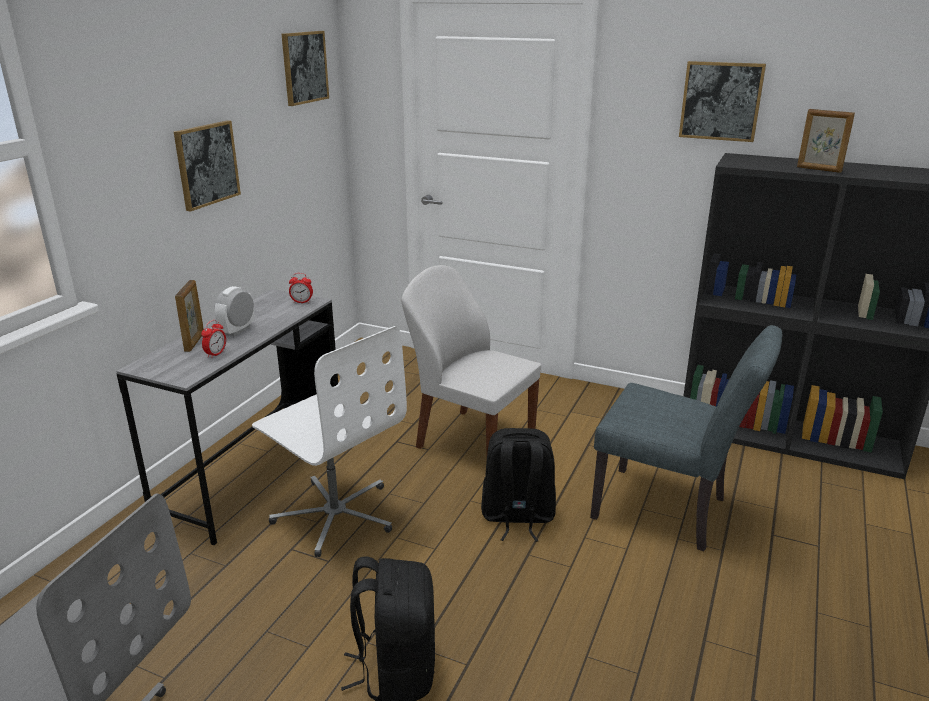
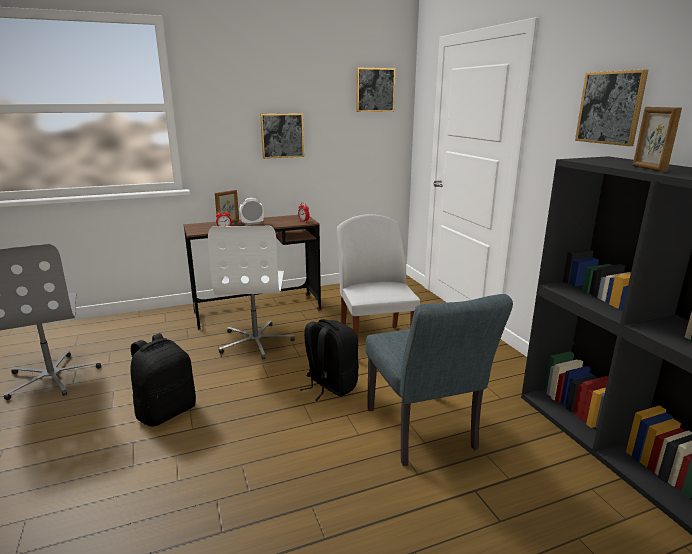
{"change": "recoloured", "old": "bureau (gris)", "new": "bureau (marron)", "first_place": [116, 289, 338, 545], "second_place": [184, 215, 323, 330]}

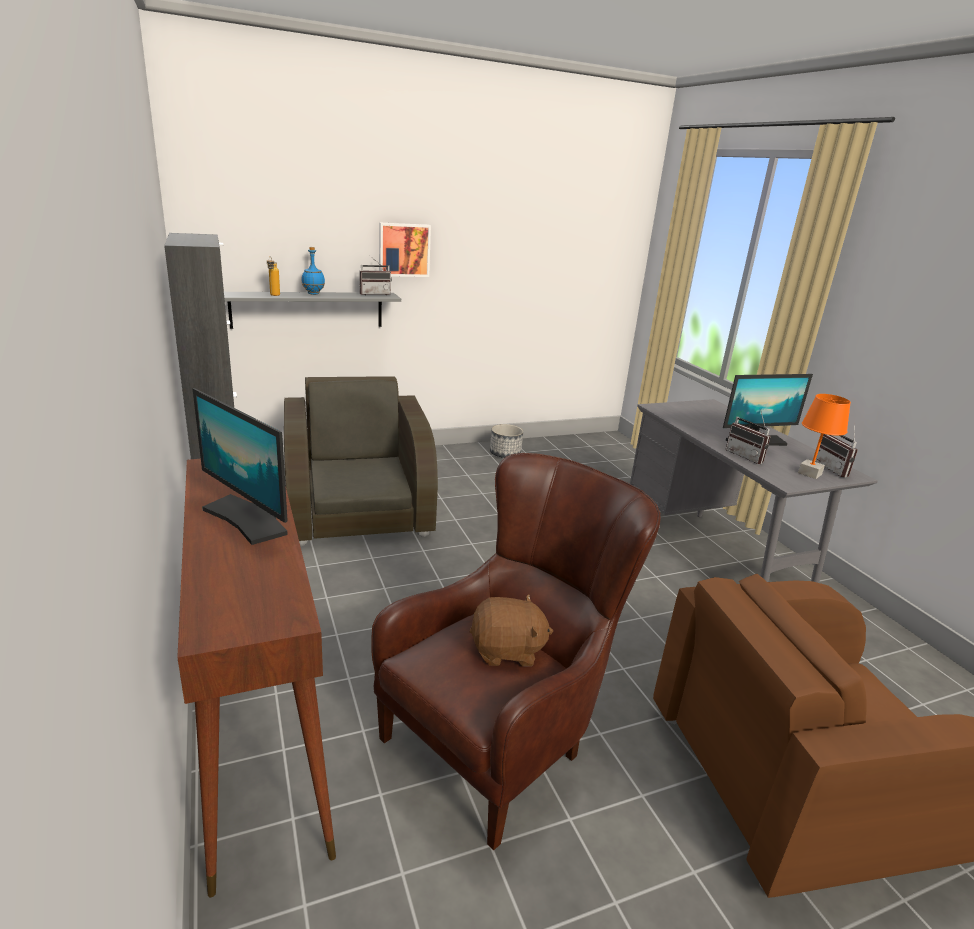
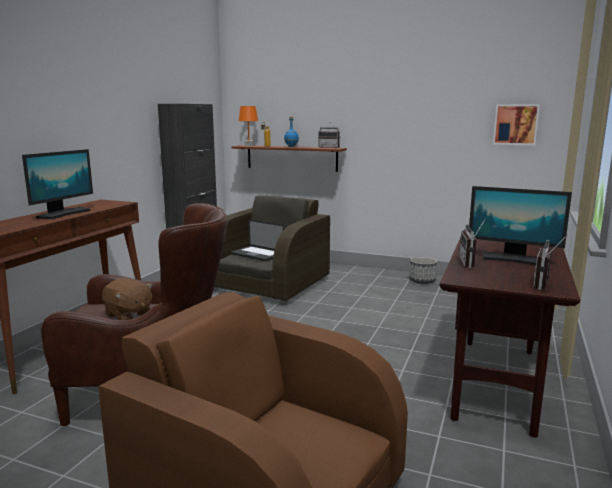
{"change": "turned", "old": "écran d'ordinateur", "first_place": [193, 388, 288, 545], "second_place": [22, 149, 93, 219], "degrees": -150}
{"change": "recoloured", "old": "étagère (gris)", "new": "étagère (marron)", "first_place": [224, 292, 401, 329], "second_place": [231, 145, 347, 172]}
{"change": "moved", "old": "tableau", "first_place": [379, 222, 431, 277], "second_place": [493, 104, 540, 145]}
{"change": "recoloured", "old": "bureau (gris)", "new": "bureau (marron)", "first_place": [630, 399, 878, 583], "second_place": [439, 229, 580, 438]}
{"change": "moved", "old": "lampe de table (orange)", "first_place": [798, 394, 851, 479], "second_place": [238, 106, 258, 146]}
{"change": "added", "new": "ordinateur portable", "second_place": [231, 220, 284, 261]}

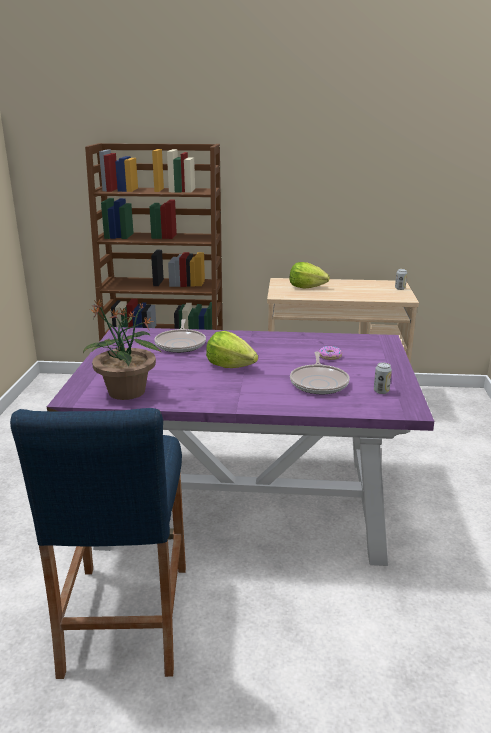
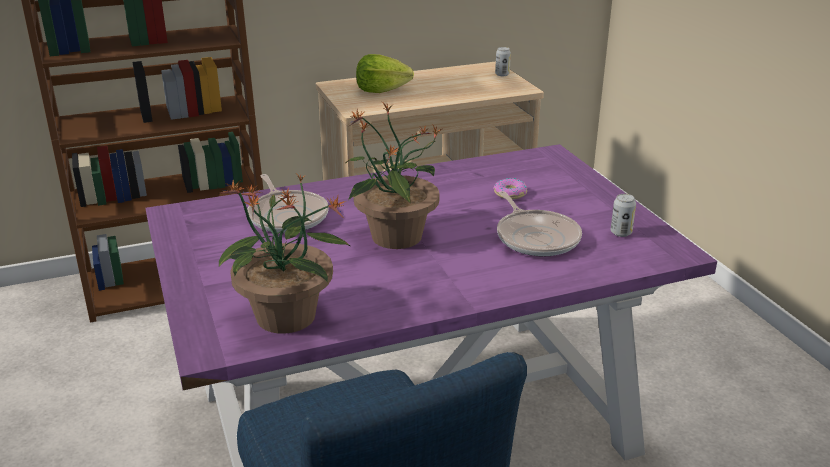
{"change": "replaced", "old": "laitue", "new": "plante en pot", "first_place": [206, 331, 258, 368], "second_place": [345, 102, 442, 249]}

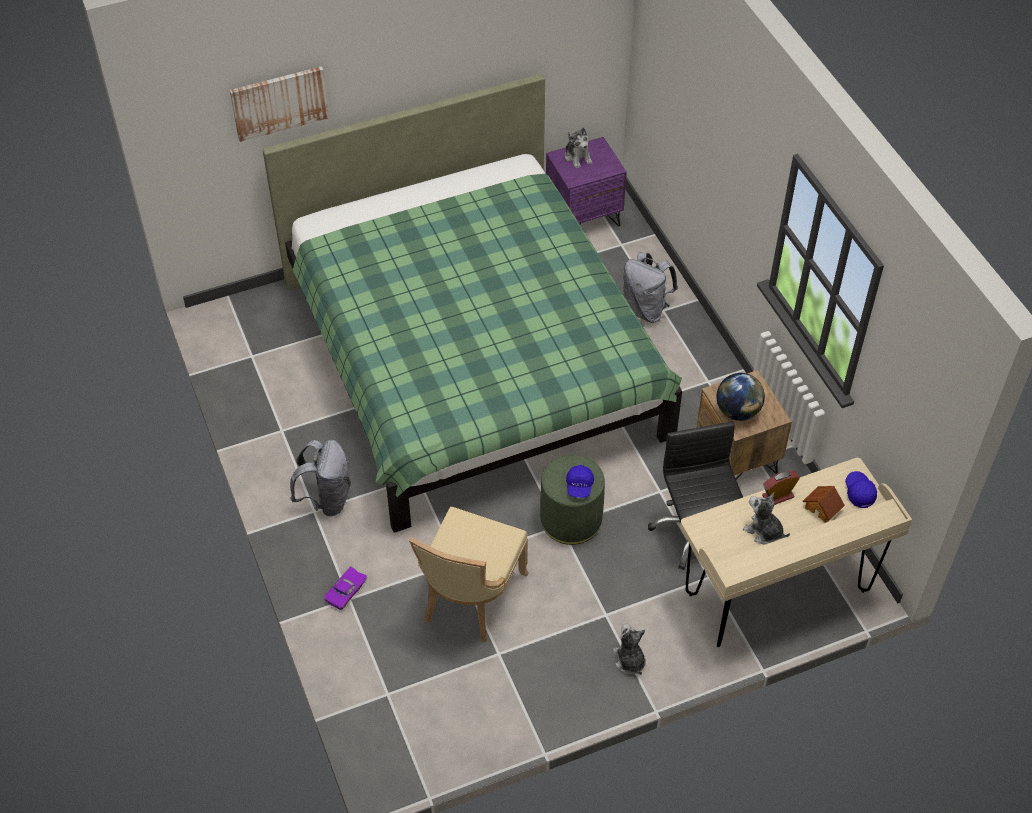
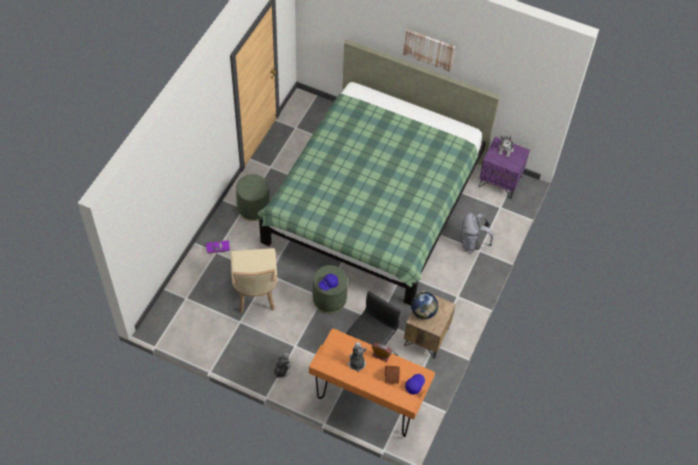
{"change": "moved", "old": "tableau", "first_place": [230, 66, 329, 142], "second_place": [403, 29, 455, 72]}
{"change": "replaced", "old": "sac à dos (gris)", "new": "pouf (vert)", "first_place": [290, 440, 351, 516], "second_place": [236, 174, 270, 221]}
{"change": "turned", "old": "chaise (beige)", "first_place": [409, 507, 529, 643], "second_place": [231, 248, 278, 313], "degrees": -75}
{"change": "recoloured", "old": "bureau (beige)", "new": "bureau (orange)", "first_place": [680, 458, 912, 647], "second_place": [309, 329, 435, 437]}

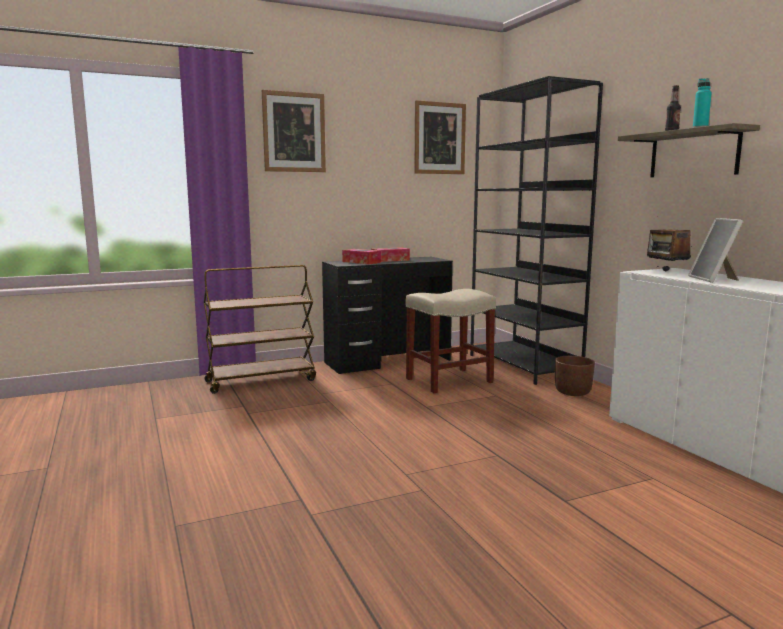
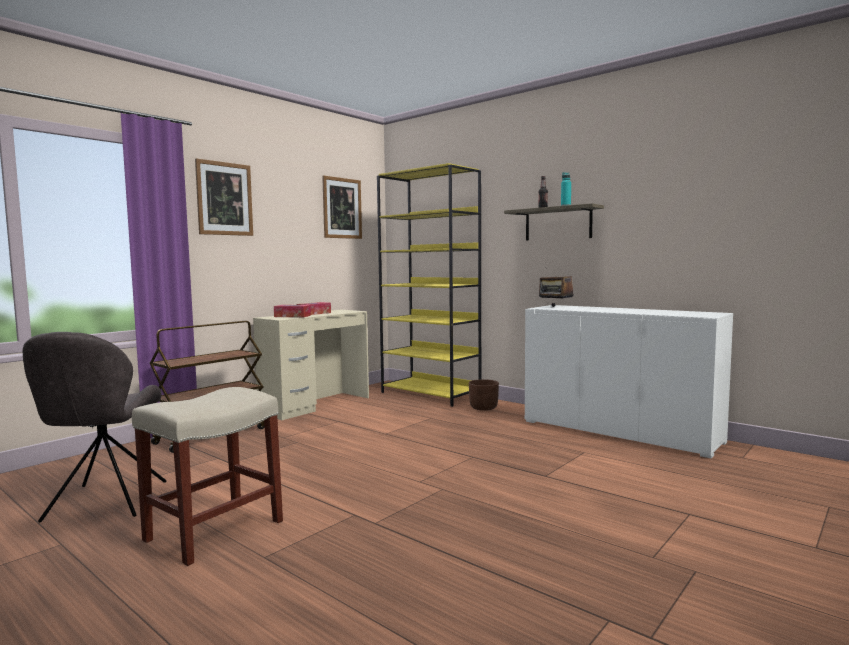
{"change": "recoloured", "old": "bureau (noir)", "new": "bureau (beige)", "first_place": [322, 257, 453, 374], "second_place": [253, 310, 369, 420]}
{"change": "moved", "old": "tabouret (beige)", "first_place": [406, 289, 496, 393], "second_place": [132, 387, 283, 566]}
{"change": "recoloured", "old": "bibliothèque (noir)", "new": "bibliothèque (jaune)", "first_place": [470, 76, 603, 385], "second_place": [377, 163, 481, 407]}
{"change": "removed", "old": "cadre photo", "first_place": [688, 218, 743, 283]}
{"change": "added", "new": "chaise (gris)", "second_place": [23, 332, 166, 522]}

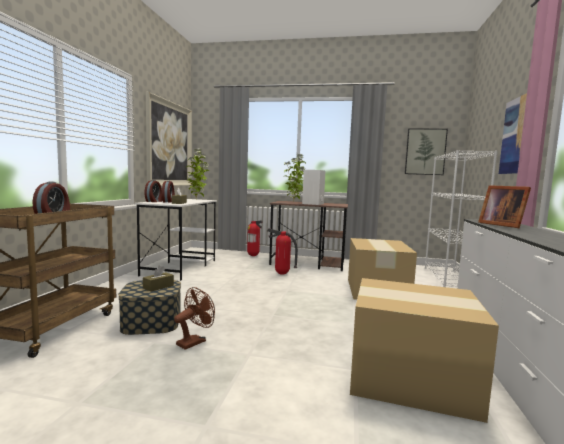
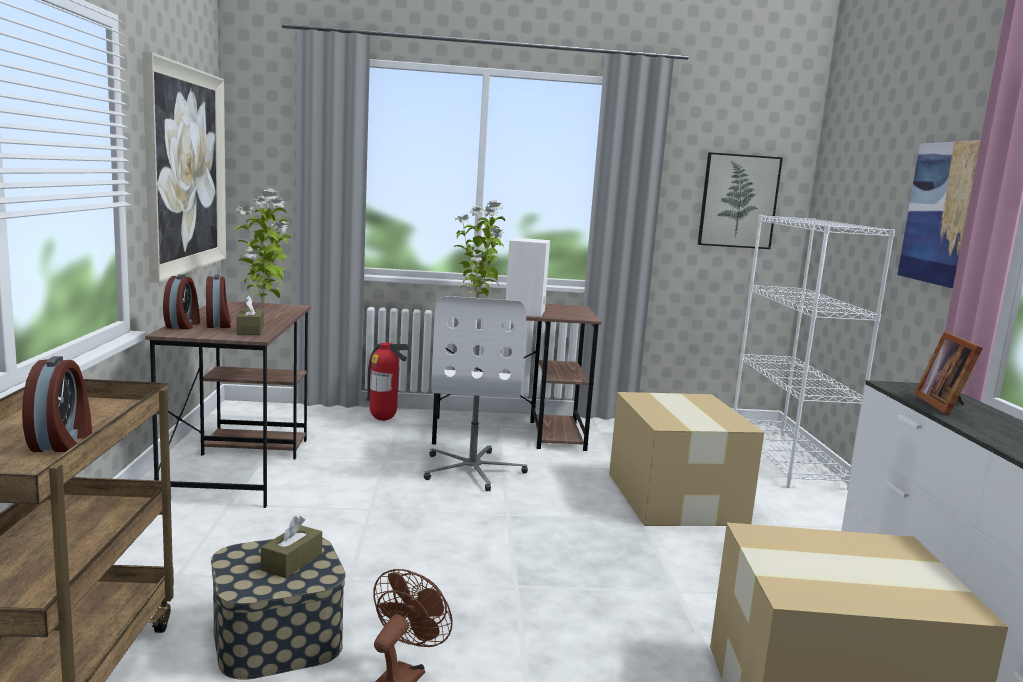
{"change": "recoloured", "old": "bureau (blanc)", "new": "bureau (marron)", "first_place": [135, 199, 217, 281], "second_place": [145, 301, 311, 508]}
{"change": "replaced", "old": "extincteur", "new": "chaise de bureau (blanc)", "first_place": [267, 228, 298, 275], "second_place": [424, 296, 528, 491]}
{"change": "turned", "old": "cadre photo", "first_place": [478, 185, 531, 228], "second_place": [914, 331, 983, 415], "degrees": 45}

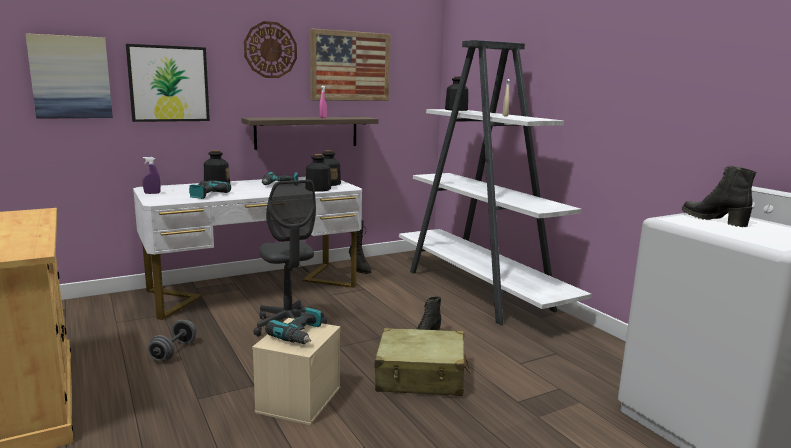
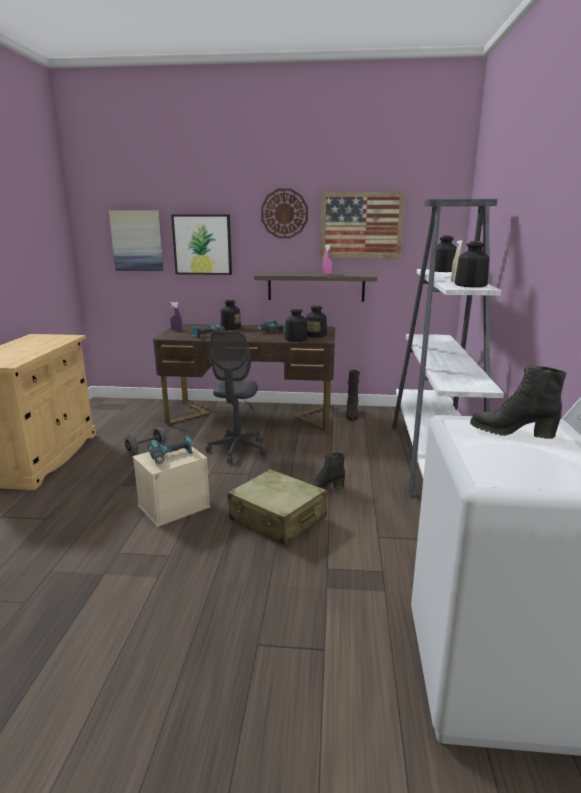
{"change": "recoloured", "old": "bureau (blanc)", "new": "bureau (marron)", "first_place": [133, 177, 362, 320], "second_place": [153, 324, 335, 431]}
{"change": "turned", "old": "botte (noir)", "first_place": [682, 166, 756, 227], "second_place": [470, 366, 567, 439], "degrees": -75}
{"change": "added", "new": "bouteille", "second_place": [455, 241, 489, 287]}

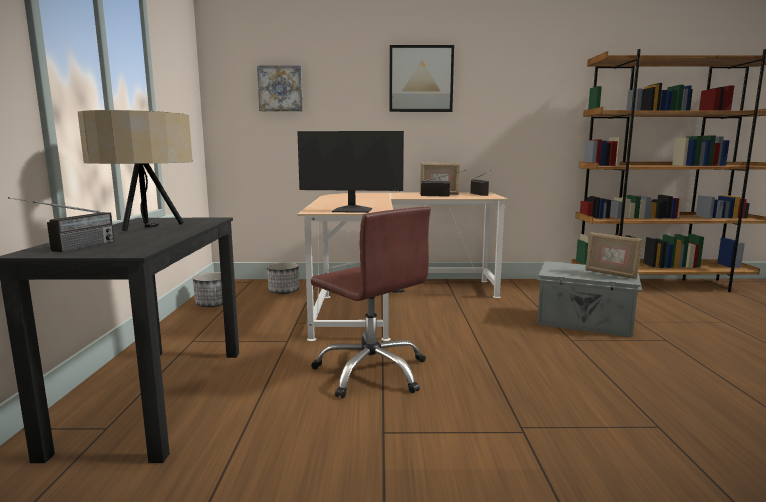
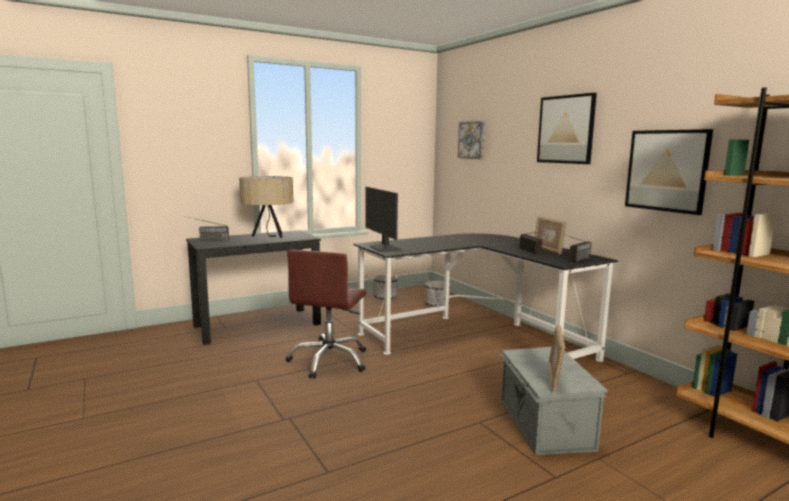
{"change": "recoloured", "old": "bureau (beige)", "new": "bureau (noir)", "first_place": [297, 193, 508, 341], "second_place": [353, 233, 618, 362]}
{"change": "added", "new": "tableau", "second_place": [625, 129, 713, 215]}

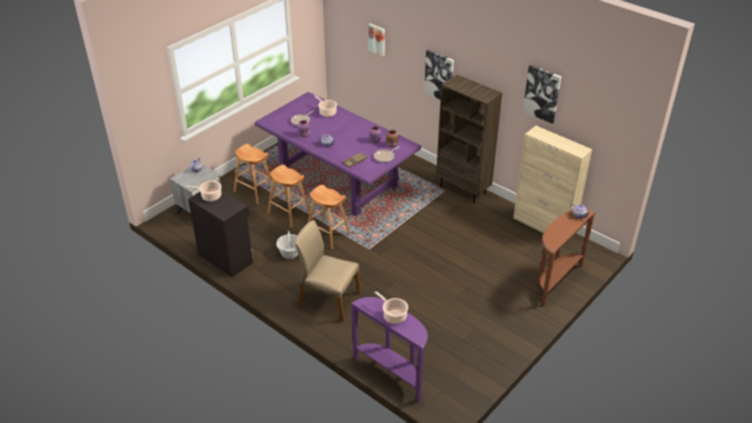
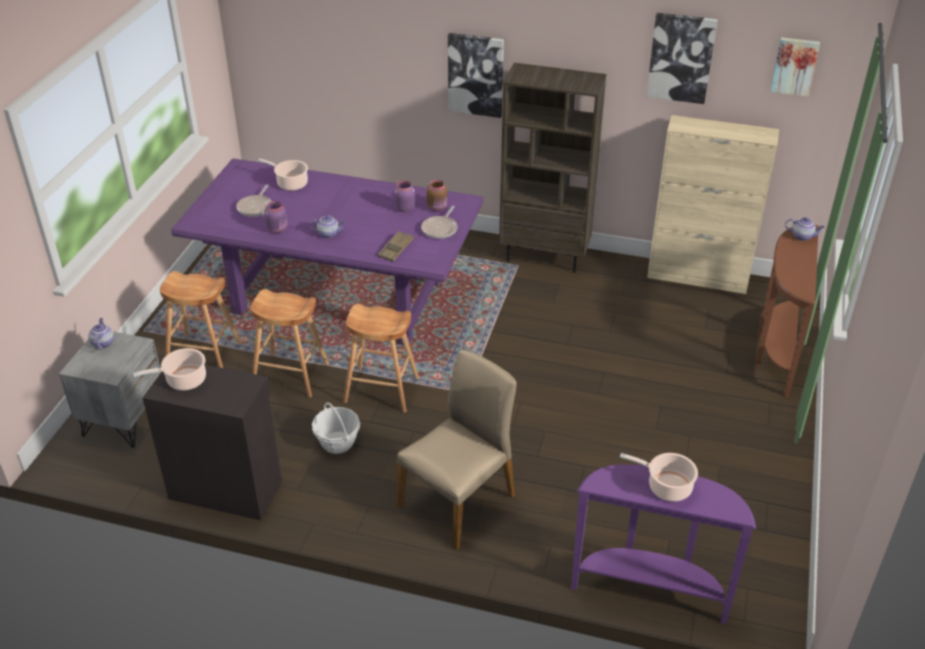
{"change": "turned", "old": "chaise (beige)", "first_place": [295, 220, 361, 322], "second_place": [397, 350, 517, 550], "degrees": 135}
{"change": "moved", "old": "tableau", "first_place": [368, 24, 385, 56], "second_place": [770, 37, 820, 96]}

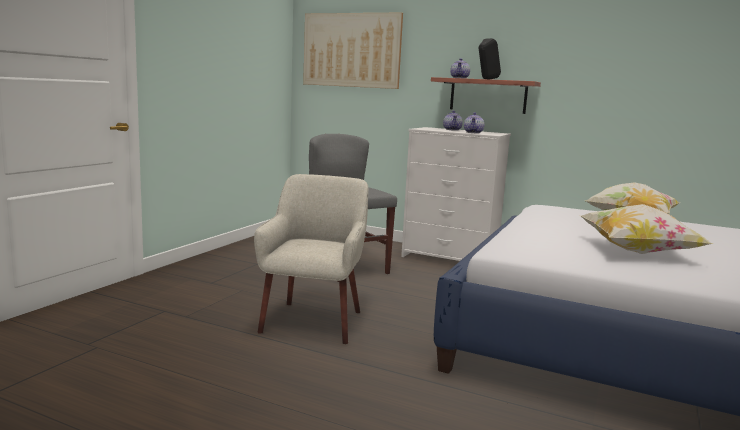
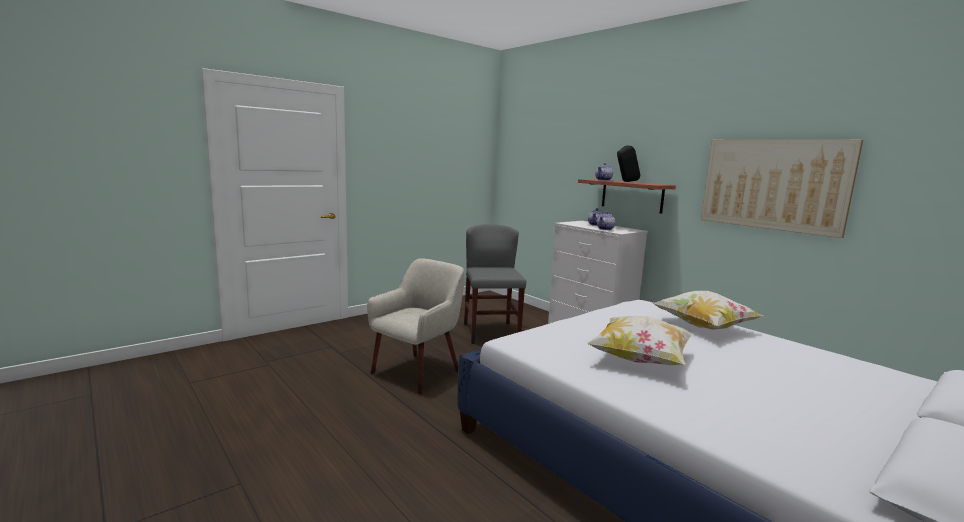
{"change": "moved", "old": "tableau", "first_place": [303, 13, 403, 89], "second_place": [701, 139, 863, 238]}

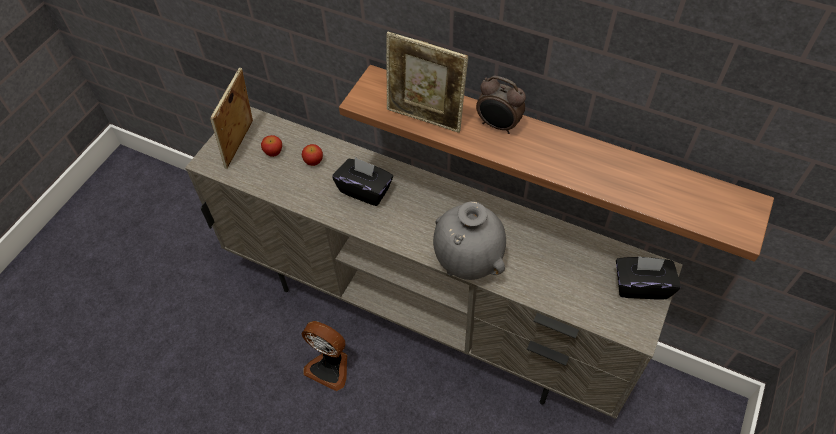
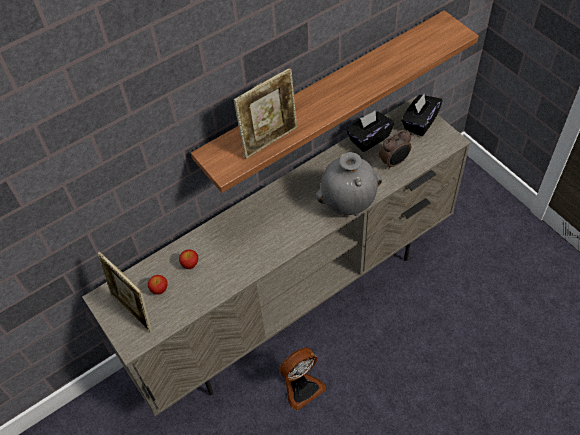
{"change": "moved", "old": "boîte à mouchoirs (noir)", "first_place": [332, 157, 393, 206], "second_place": [346, 111, 394, 152]}
{"change": "moved", "old": "réveil", "first_place": [476, 76, 526, 134], "second_place": [379, 130, 411, 170]}

